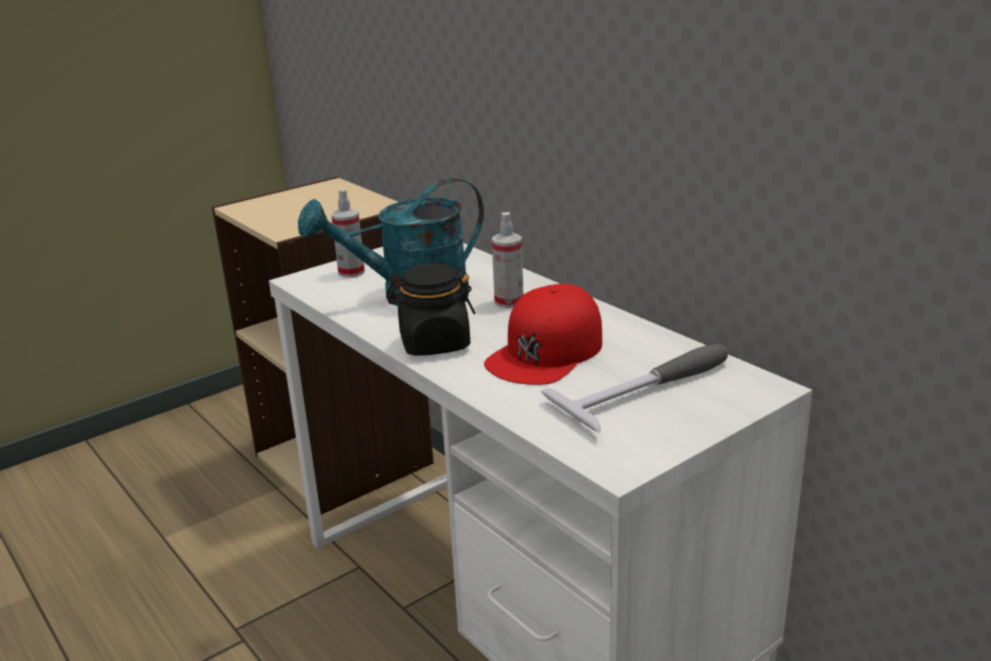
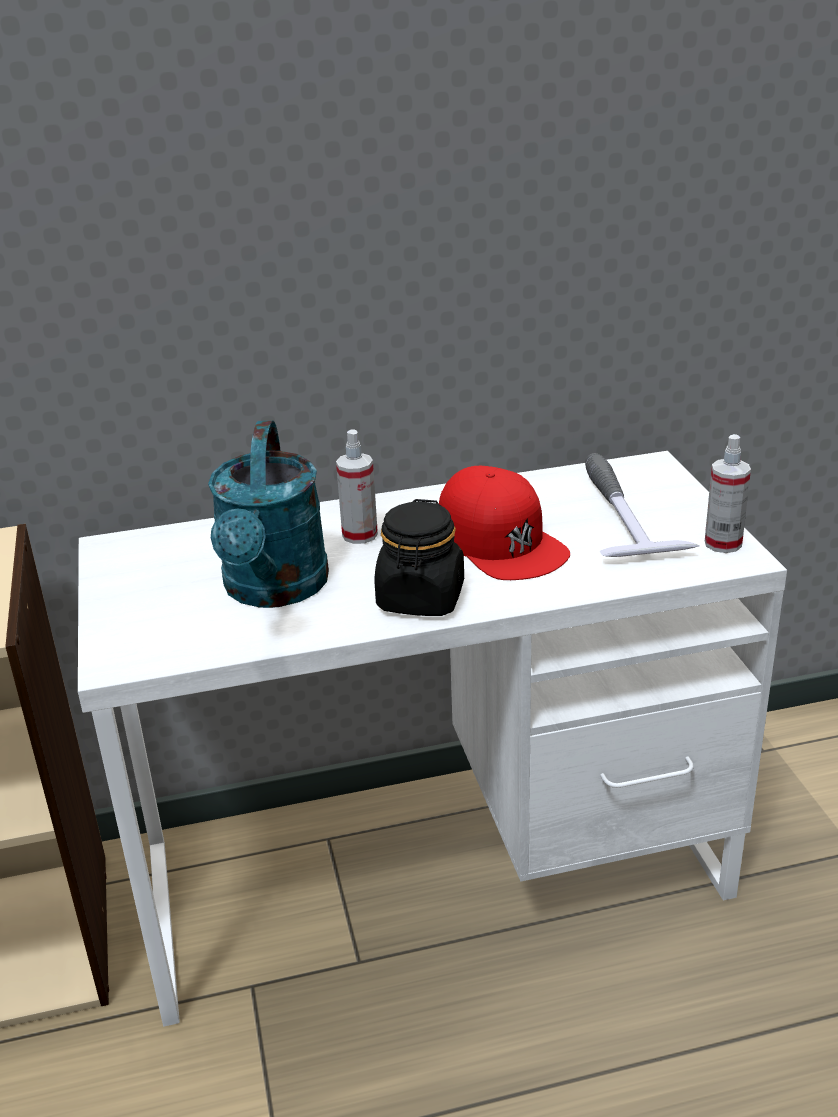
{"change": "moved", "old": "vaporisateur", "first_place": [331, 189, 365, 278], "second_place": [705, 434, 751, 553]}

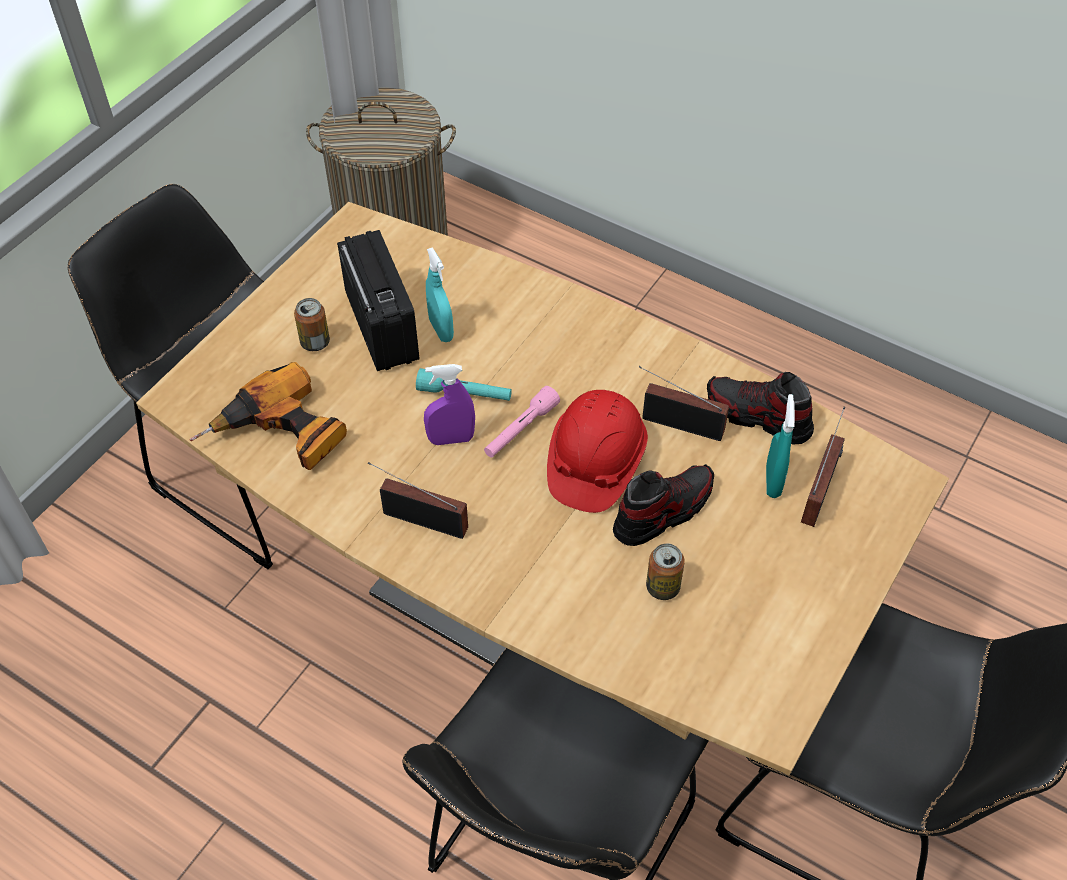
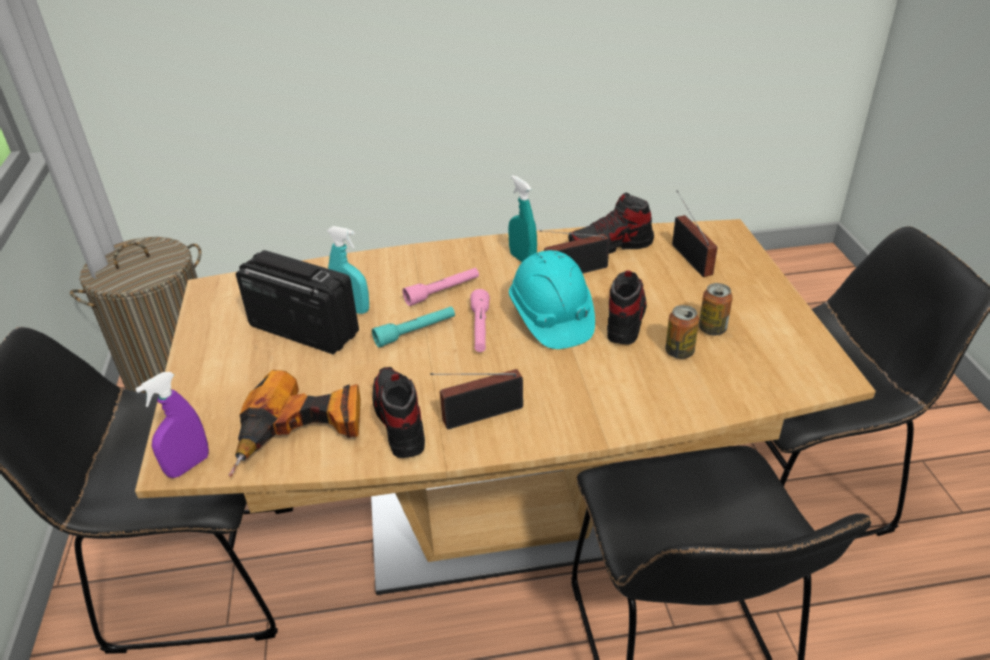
{"change": "moved", "old": "boîte métallique", "first_place": [294, 298, 330, 351], "second_place": [699, 283, 733, 336]}
{"change": "moved", "old": "vaporisateur (violet)", "first_place": [424, 364, 475, 445], "second_place": [136, 372, 209, 478]}
{"change": "recoloured", "old": "casque de chantier (rouge)", "new": "casque de chantier (turquoise)", "first_place": [547, 390, 648, 513], "second_place": [509, 250, 595, 349]}
{"change": "moved", "old": "vaporisateur (turquoise)", "first_place": [766, 394, 795, 498], "second_place": [508, 175, 537, 262]}
{"change": "added", "new": "chaussure", "second_place": [372, 367, 425, 458]}
{"change": "added", "new": "lampe de poche (rose)", "second_place": [402, 268, 479, 306]}

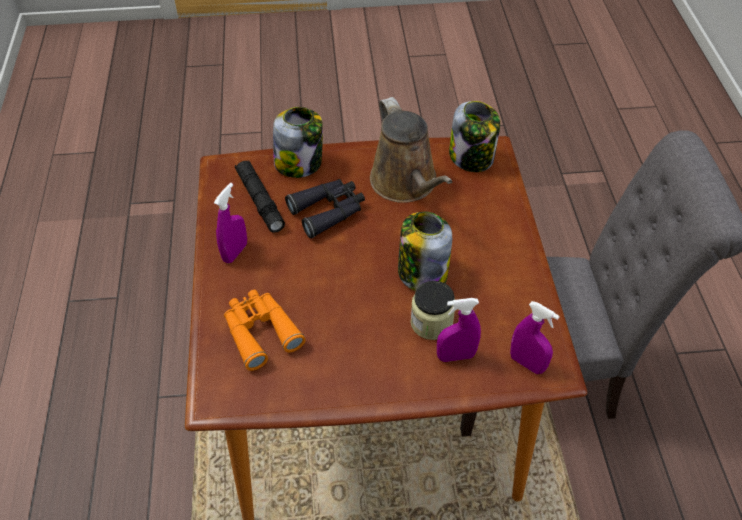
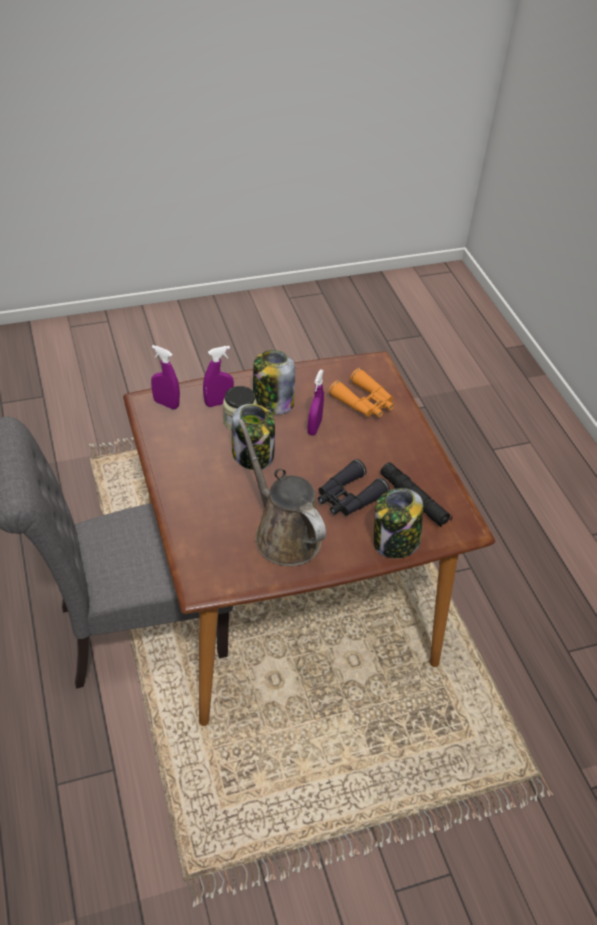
{"change": "moved", "old": "vaporisateur (violet)", "first_place": [214, 183, 247, 263], "second_place": [307, 369, 324, 436]}
{"change": "moved", "old": "bocal", "first_place": [449, 101, 500, 172], "second_place": [253, 350, 295, 415]}

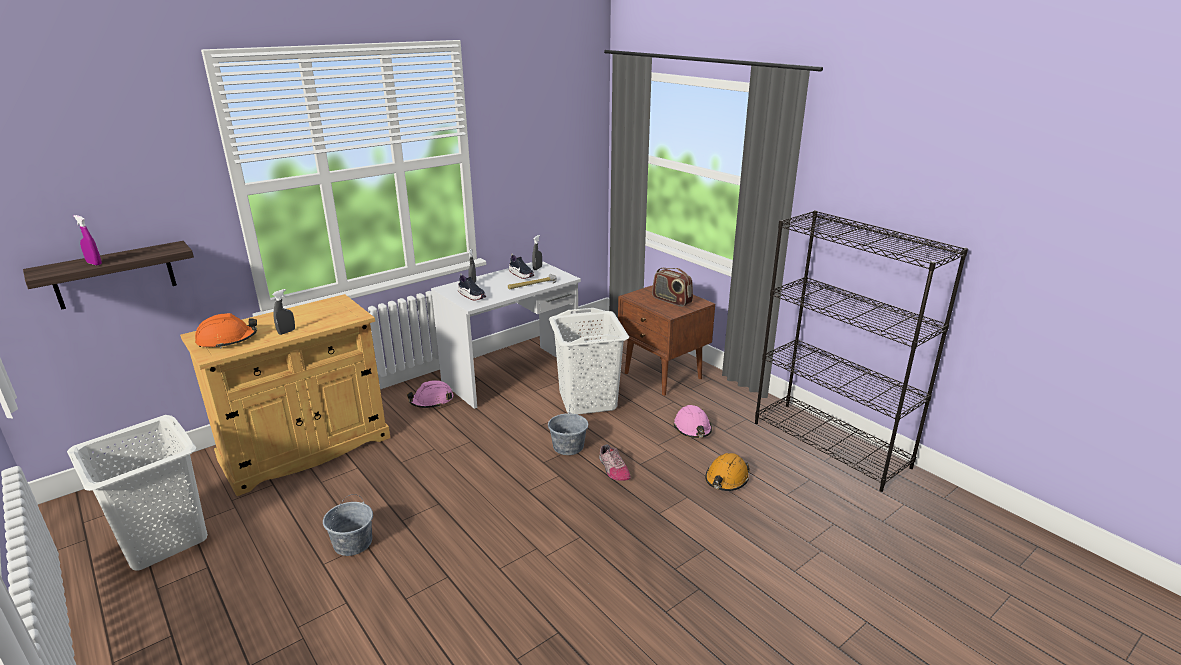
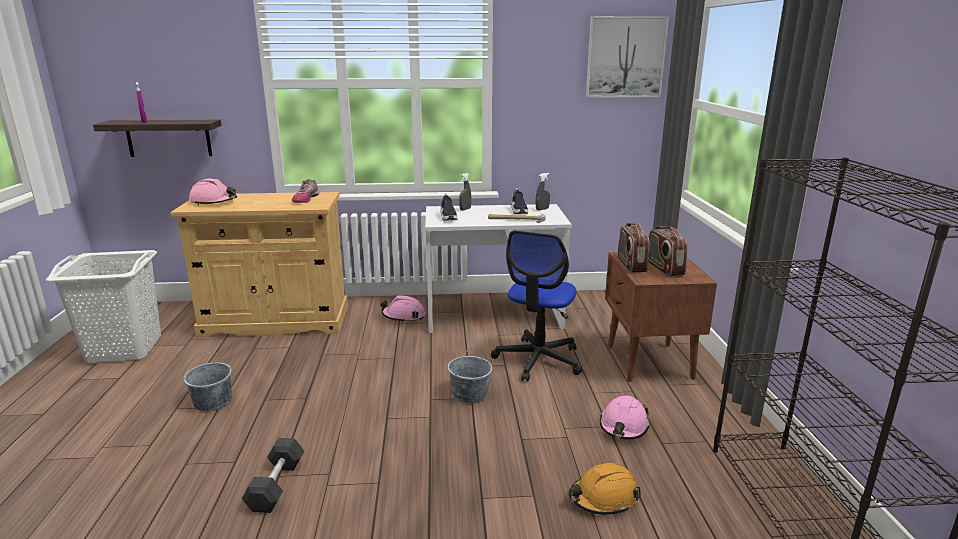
{"change": "recoloured", "old": "casque de chantier (orange)", "new": "casque de chantier (rose)", "first_place": [195, 313, 257, 349], "second_place": [189, 178, 237, 205]}
{"change": "removed", "old": "vaporisateur (gris)", "first_place": [272, 289, 295, 335]}
{"change": "replaced", "old": "panier à linge (blanc)", "new": "chaise de bureau", "first_place": [549, 308, 629, 415], "second_place": [491, 230, 582, 382]}
{"change": "moved", "old": "chaussure", "first_place": [599, 444, 631, 481], "second_place": [292, 179, 319, 203]}
{"change": "added", "new": "haltère (gris)", "second_place": [242, 438, 304, 513]}
{"change": "added", "new": "tableau", "second_place": [586, 16, 669, 98]}
{"change": "added", "new": "radio", "second_place": [618, 223, 649, 272]}

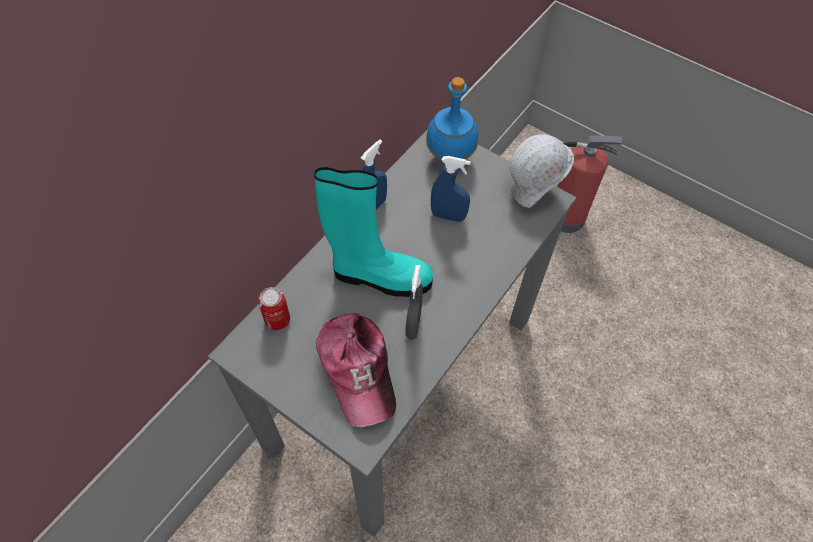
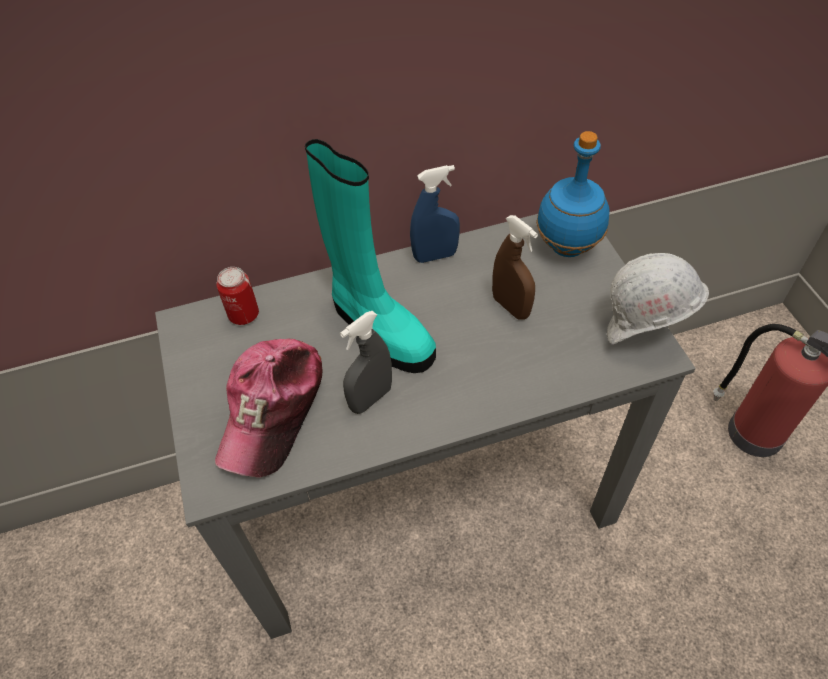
{"change": "recoloured", "old": "vaporisateur (bleu)", "new": "vaporisateur (marron)", "first_place": [431, 156, 471, 222], "second_place": [492, 215, 538, 320]}

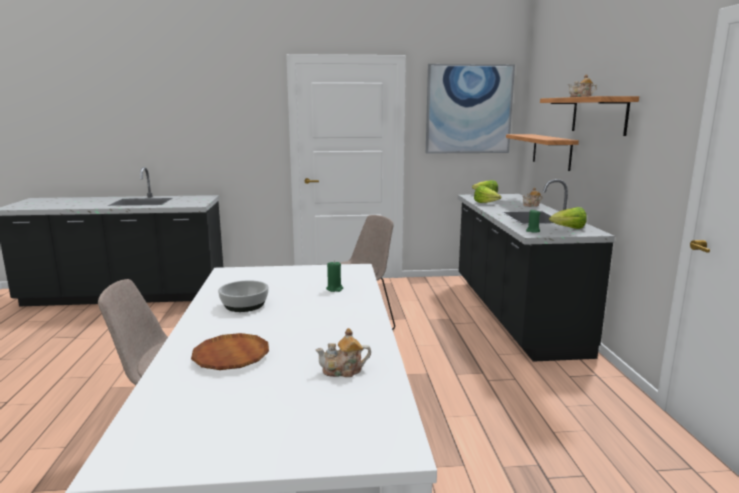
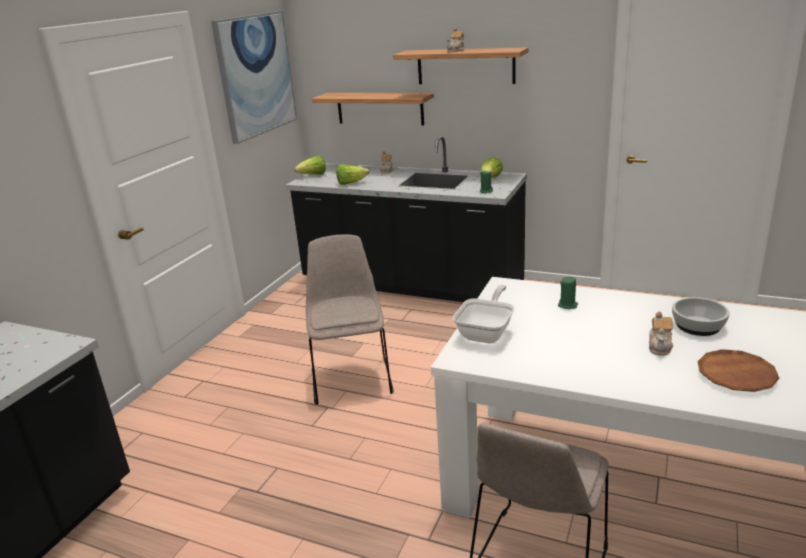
{"change": "moved", "old": "bol", "first_place": [218, 280, 269, 312], "second_place": [672, 297, 730, 336]}
{"change": "moved", "old": "théière", "first_place": [315, 328, 371, 377], "second_place": [649, 311, 673, 356]}
{"change": "added", "new": "poêle", "second_place": [453, 285, 515, 344]}

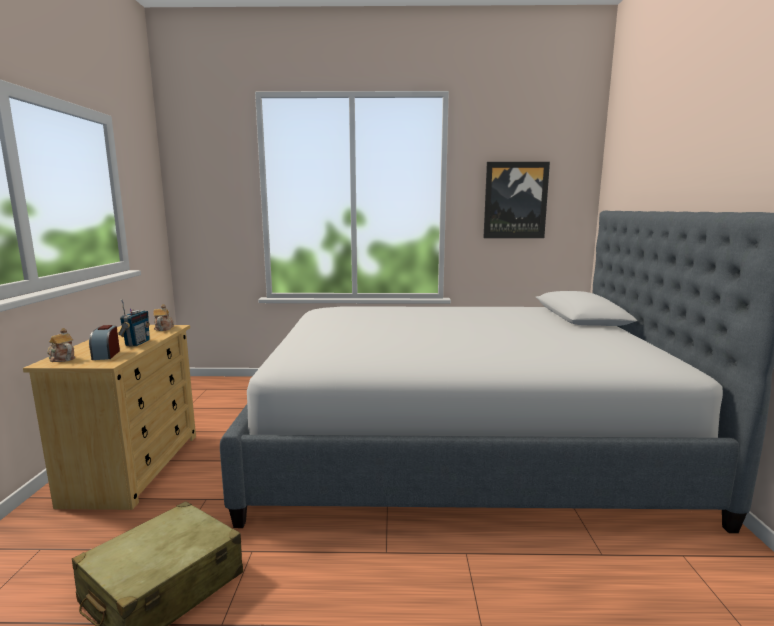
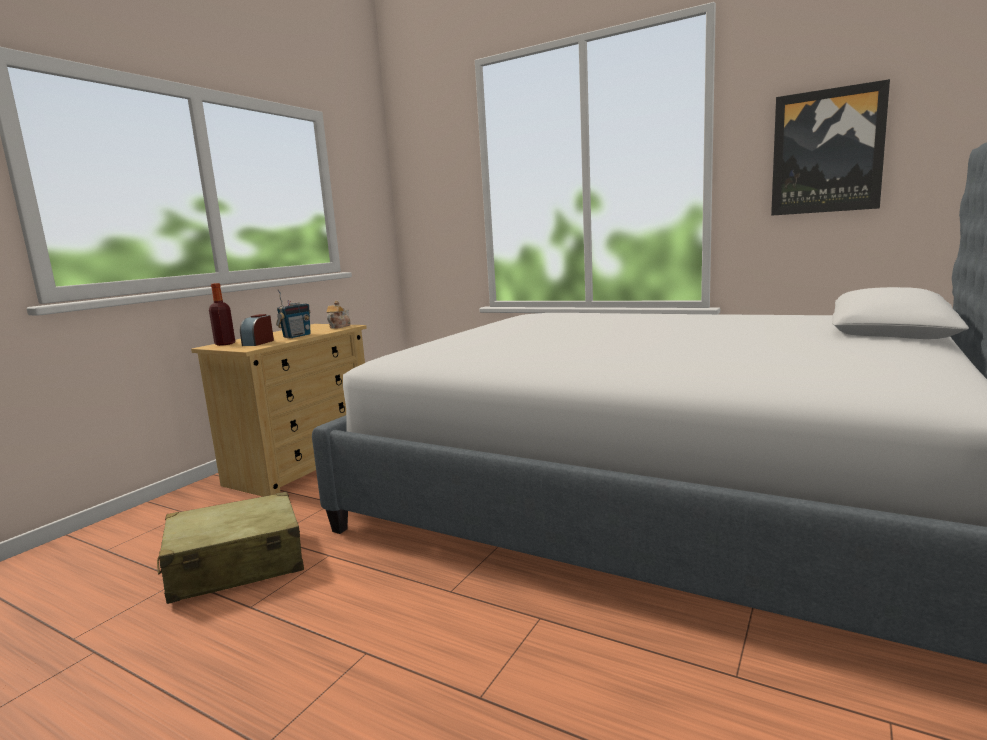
{"change": "replaced", "old": "théière", "new": "bouteille", "first_place": [47, 328, 75, 362], "second_place": [209, 283, 235, 346]}

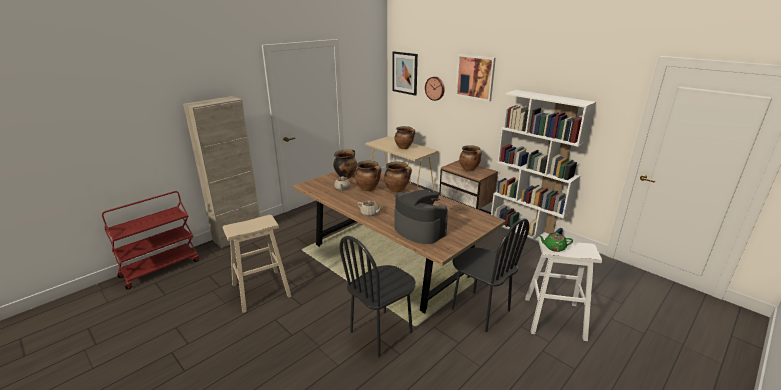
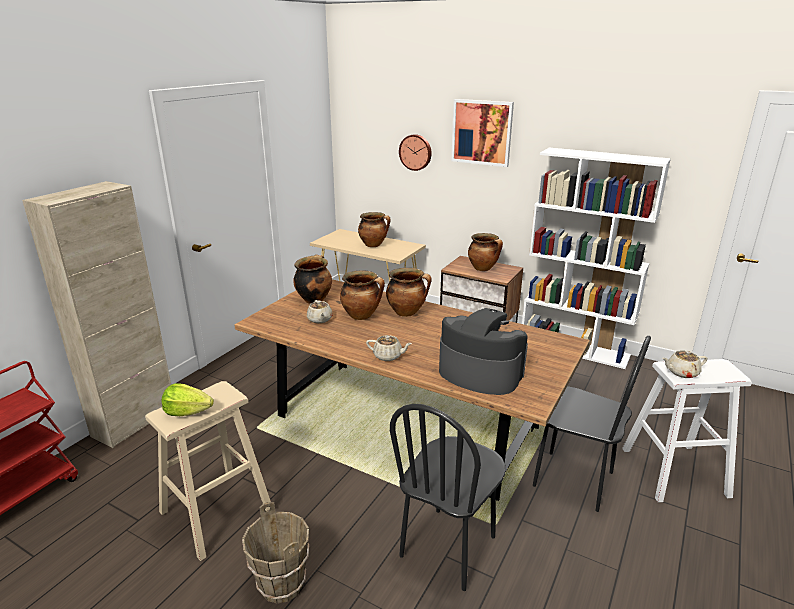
{"change": "removed", "old": "tableau", "first_place": [392, 51, 418, 96]}
{"change": "recoloured", "old": "théière (vert)", "new": "théière (beige)", "first_place": [538, 233, 573, 252], "second_place": [662, 351, 708, 378]}
{"change": "added", "new": "laitue", "second_place": [162, 383, 214, 416]}
{"change": "added", "new": "seau (marron)", "second_place": [242, 502, 309, 604]}

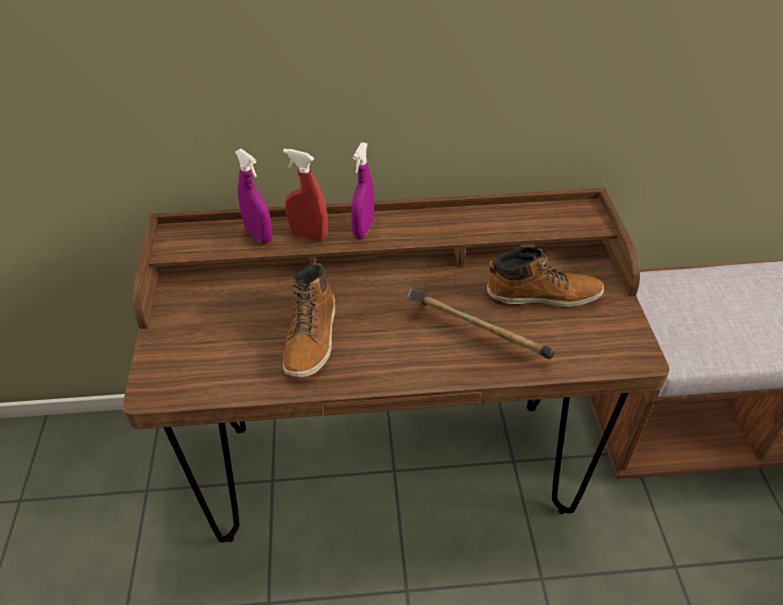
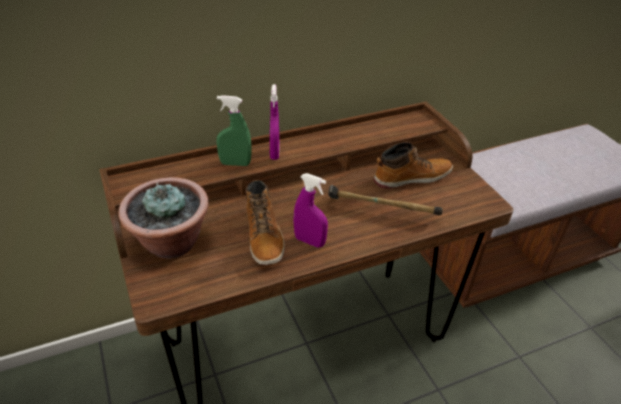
{"change": "moved", "old": "vaporisateur (violet)", "first_place": [235, 149, 272, 243], "second_place": [293, 173, 328, 248]}
{"change": "recoloured", "old": "vaporisateur (rouge)", "new": "vaporisateur (vert)", "first_place": [283, 149, 327, 241], "second_place": [216, 95, 252, 166]}
{"change": "added", "new": "plante en pot", "second_place": [118, 177, 209, 259]}

